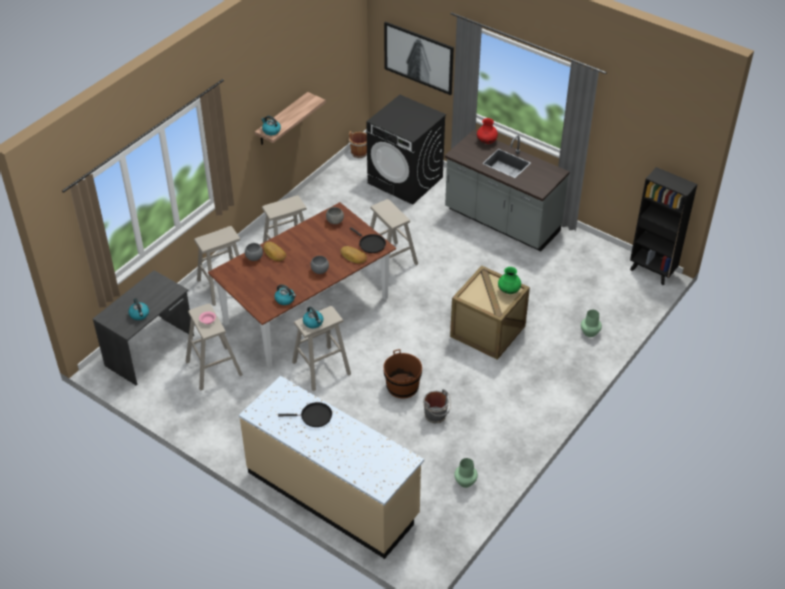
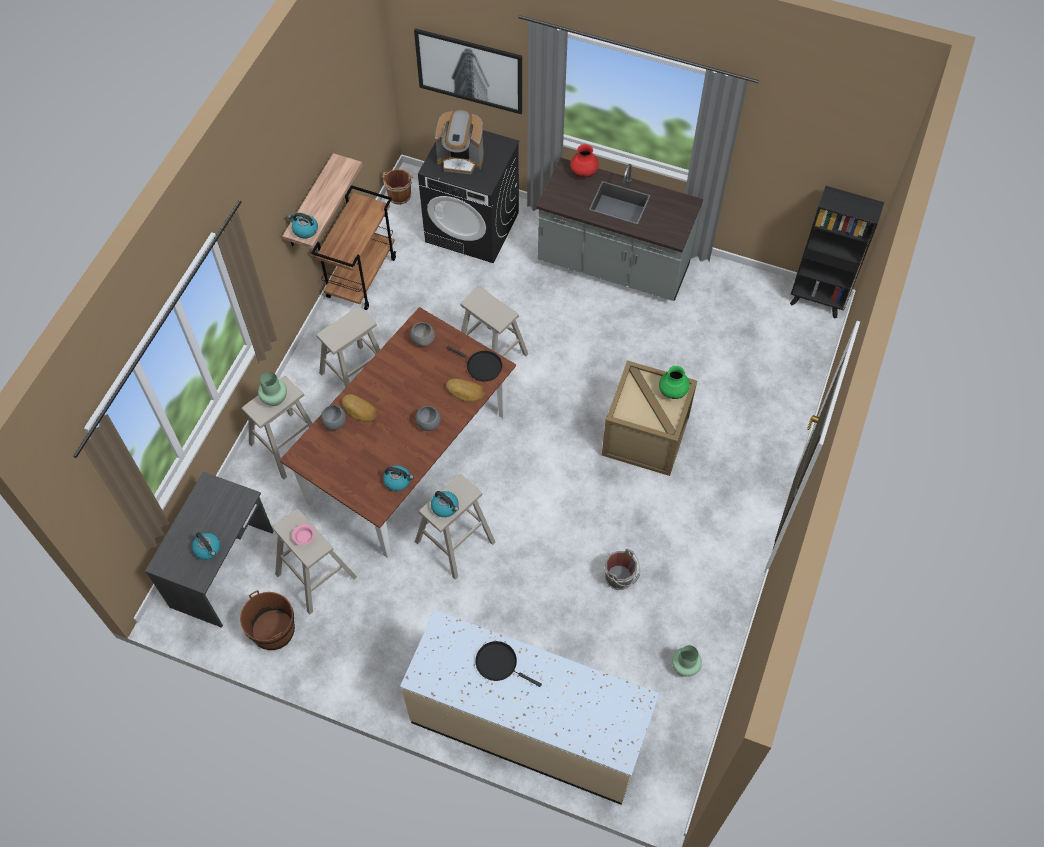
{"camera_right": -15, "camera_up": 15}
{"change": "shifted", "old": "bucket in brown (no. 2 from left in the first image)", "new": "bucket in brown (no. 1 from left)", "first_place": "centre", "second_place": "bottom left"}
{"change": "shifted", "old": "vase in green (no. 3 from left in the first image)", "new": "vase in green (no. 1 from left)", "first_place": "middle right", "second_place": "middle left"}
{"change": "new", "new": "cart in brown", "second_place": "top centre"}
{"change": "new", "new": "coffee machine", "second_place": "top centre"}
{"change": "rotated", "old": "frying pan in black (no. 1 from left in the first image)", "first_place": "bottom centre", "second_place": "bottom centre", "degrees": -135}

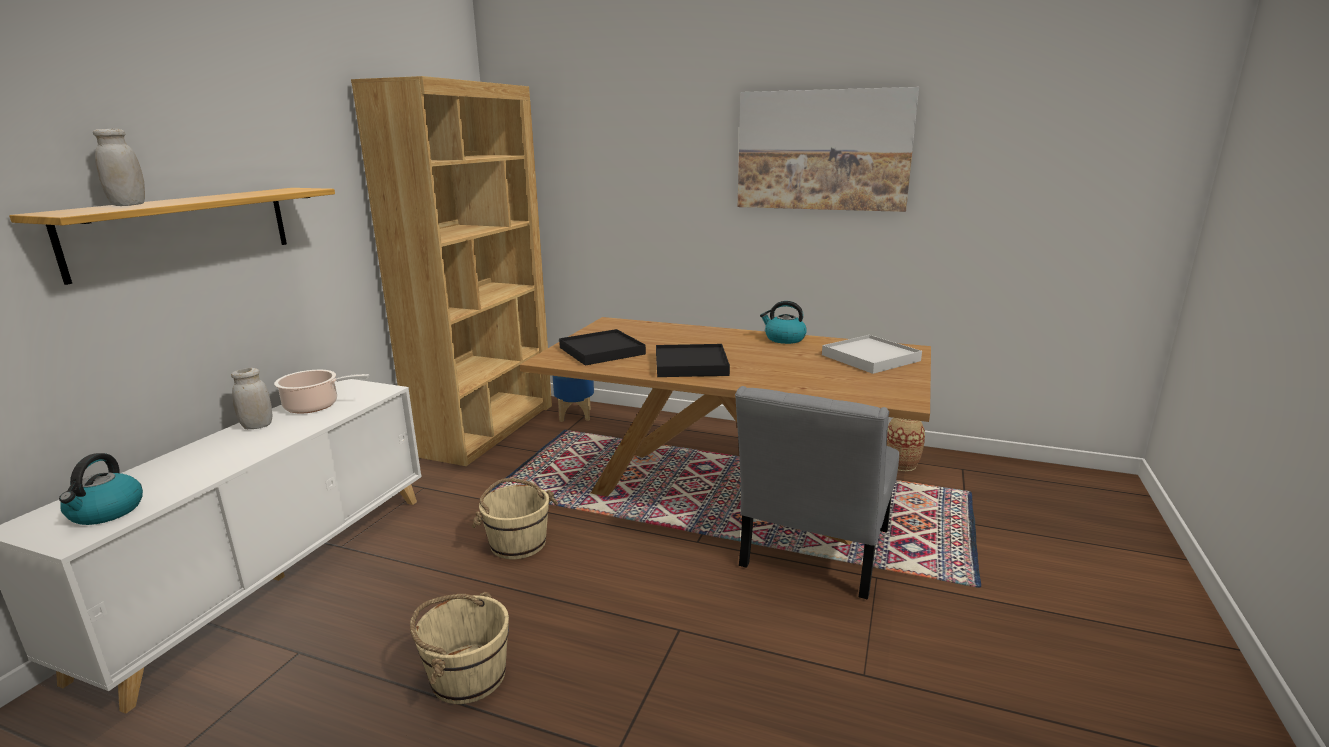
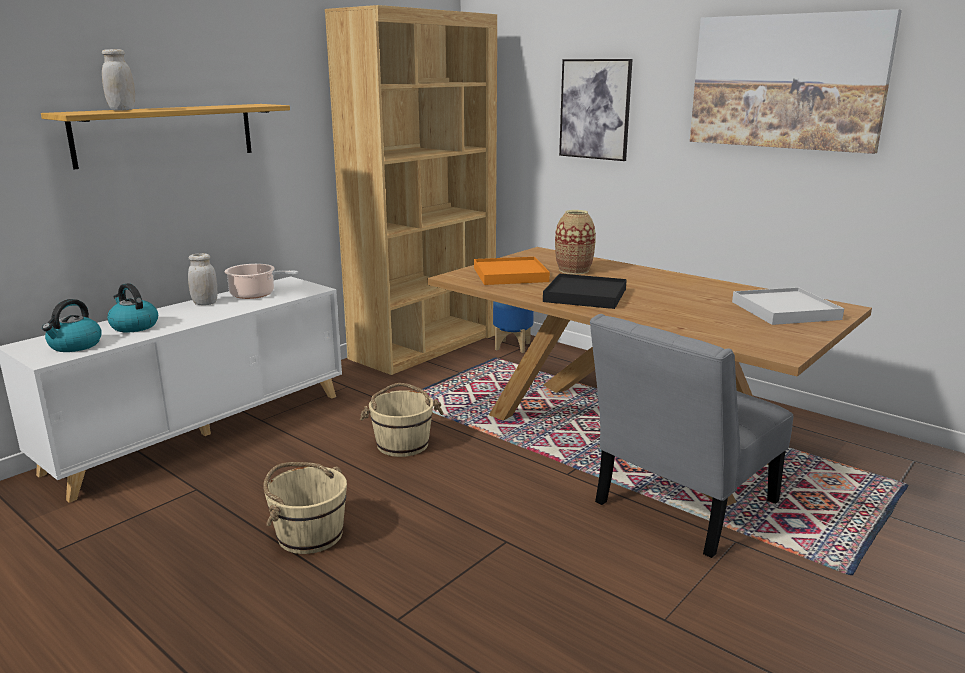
{"camera_right": 20, "camera_up": 0}
{"change": "shifted", "old": "kettle (no. 2 from left)", "first_place": "centre", "second_place": "middle left"}
{"change": "repainted", "old": "tray in black (no. 1 from left)", "new": "tray in orange", "first_place": "centre", "second_place": "centre"}
{"change": "shifted", "old": "vase", "first_place": "middle right", "second_place": "centre"}
{"change": "new", "new": "picture (no. 1 from left)", "second_place": "top centre"}

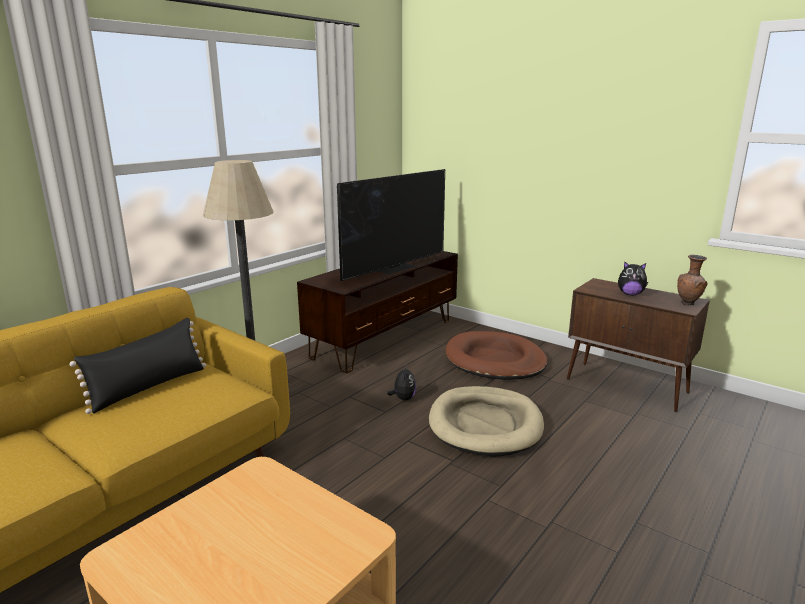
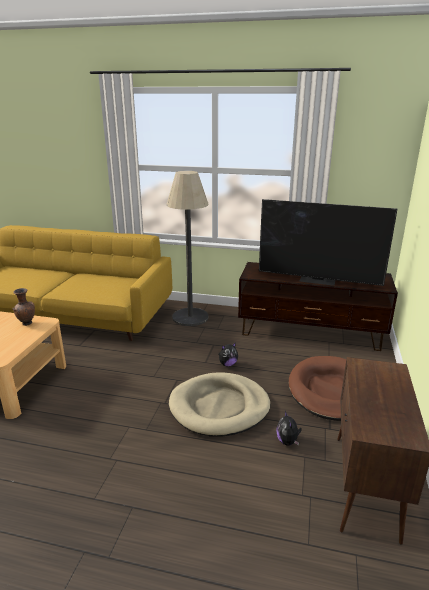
{"camera_right": 65, "camera_up": 5}
{"change": "shifted", "old": "vase in brown", "first_place": "middle right", "second_place": "middle left"}
{"change": "shifted", "old": "plush toy (no. 2 from left)", "first_place": "middle right", "second_place": "bottom right"}
{"change": "gone", "old": "pillow in black", "first_place": "middle left"}

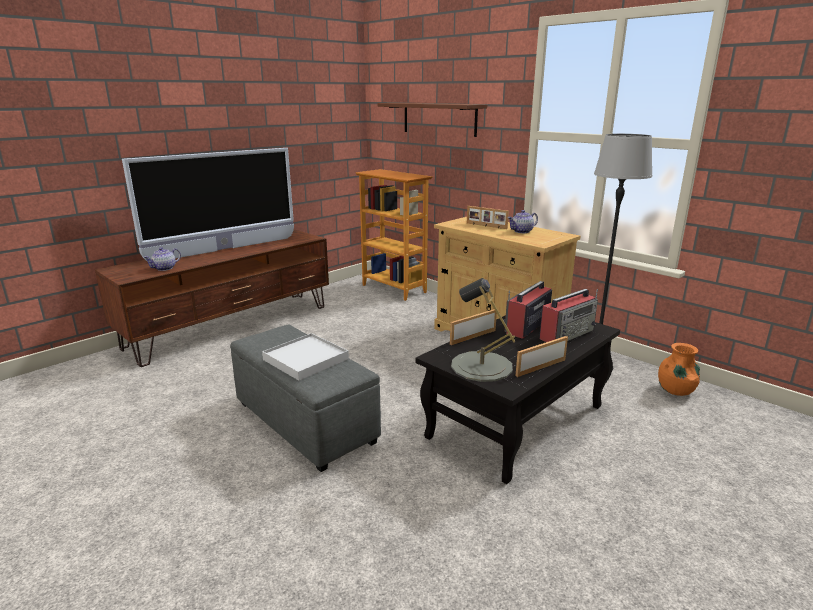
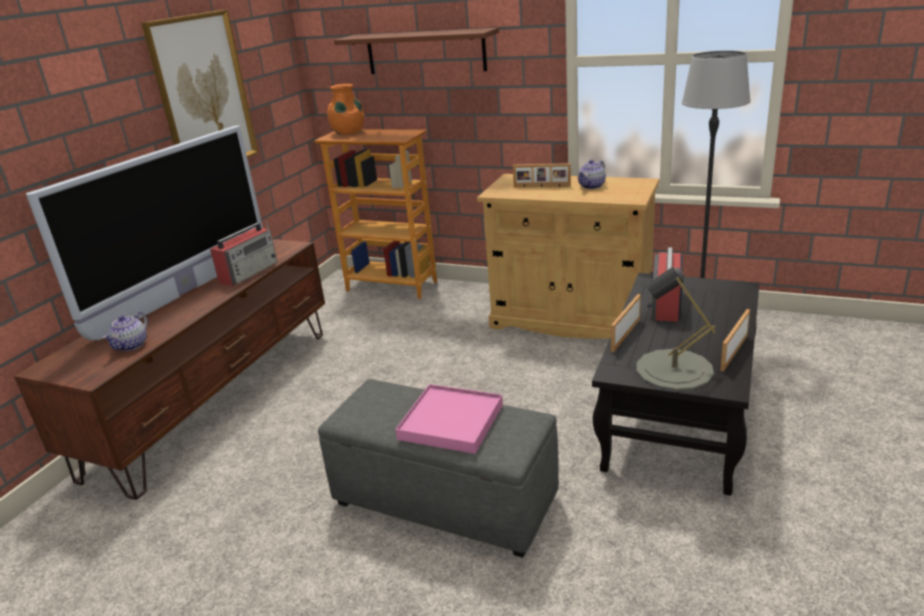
{"camera_right": -20, "camera_up": 5}
{"change": "new", "new": "picture", "second_place": "top left"}
{"change": "shifted", "old": "radio (no. 2 from left in the first image)", "new": "radio (no. 1 from left)", "first_place": "middle right", "second_place": "middle left"}
{"change": "shifted", "old": "vase in orange", "first_place": "middle right", "second_place": "top centre"}
{"change": "repainted", "old": "tray in white", "new": "tray in pink", "first_place": "centre", "second_place": "bottom centre"}

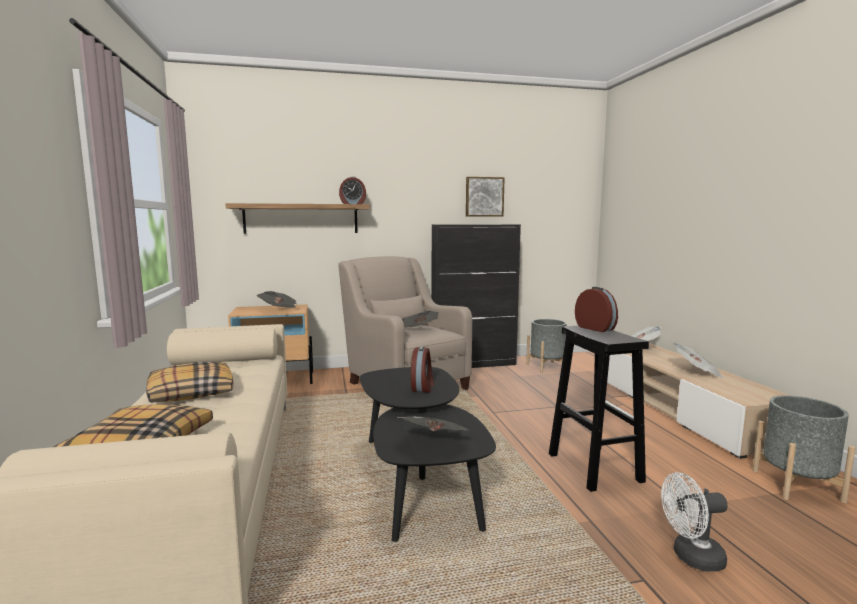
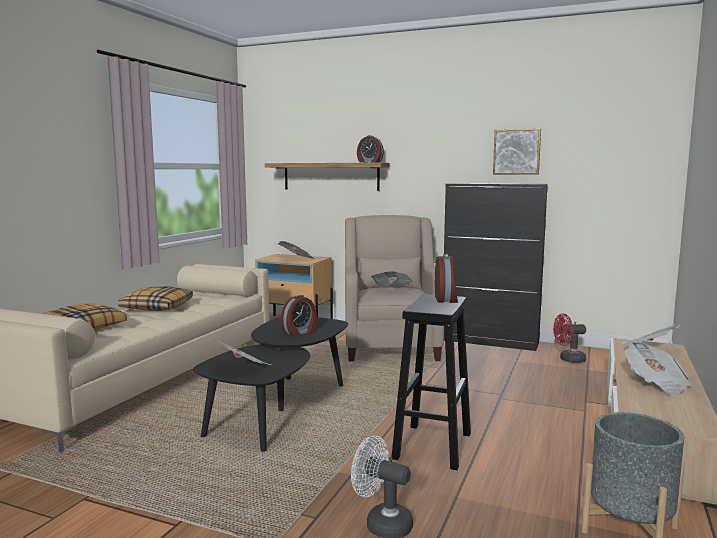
{"camera_right": 35, "camera_up": 0}
{"change": "swapped", "old": "planter in grey (no. 1 from left)", "new": "fan in red", "first_place": "centre", "second_place": "middle right"}

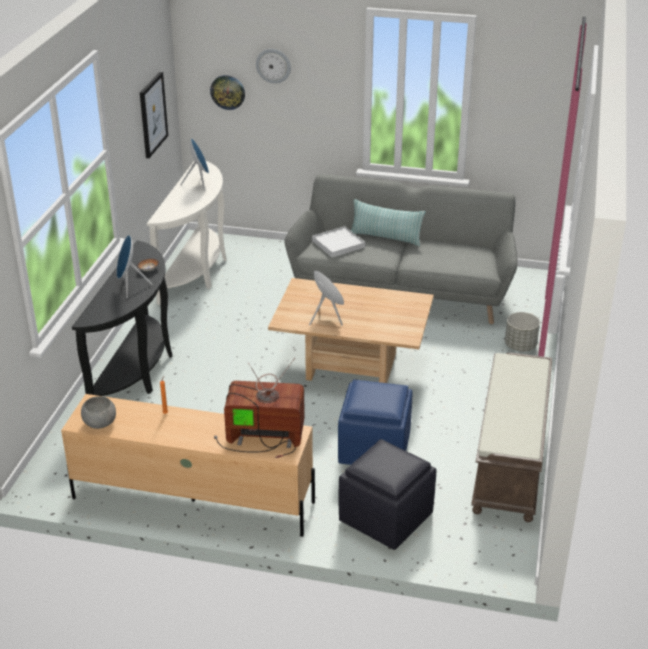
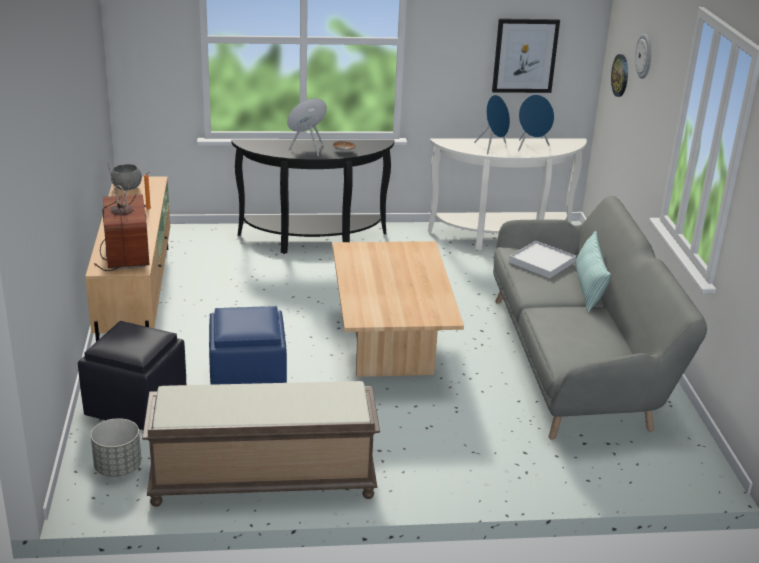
{"camera_right": 70, "camera_up": -5}
{"change": "shifted", "old": "planter in grey", "first_place": "middle right", "second_place": "bottom left"}
{"change": "shifted", "old": "speaker in blue (no. 3 from left in the first image)", "new": "speaker in blue (no. 2 from left)", "first_place": "centre", "second_place": "top centre"}

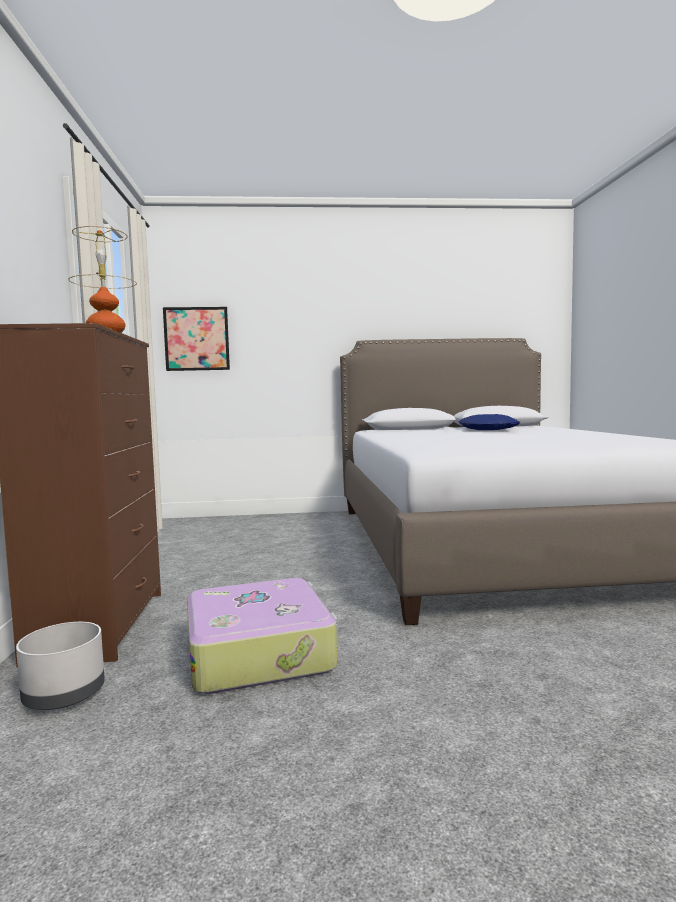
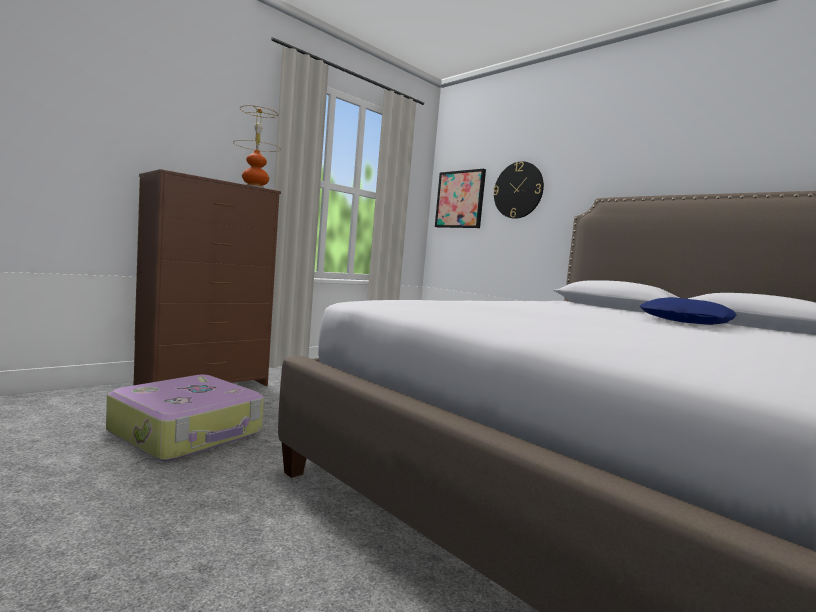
{"camera_right": 50, "camera_up": 0}
{"change": "new", "new": "wall clock", "second_place": "top centre"}
{"change": "gone", "old": "planter in grey", "first_place": "bottom left"}

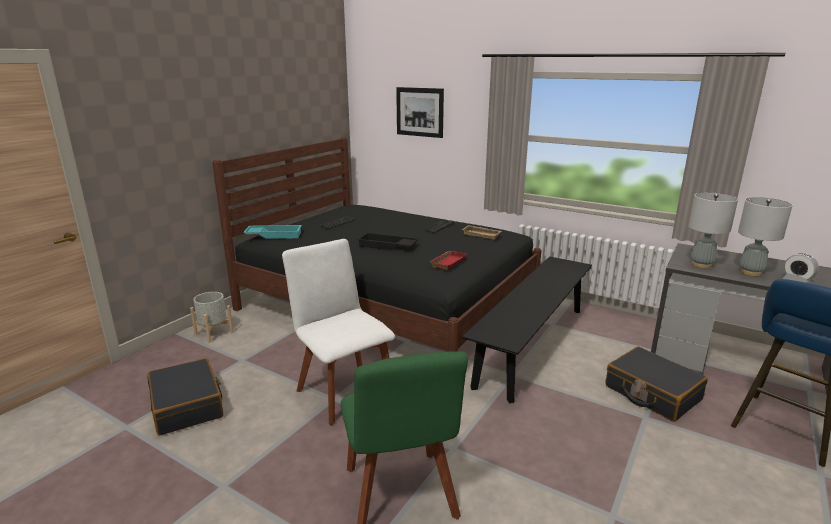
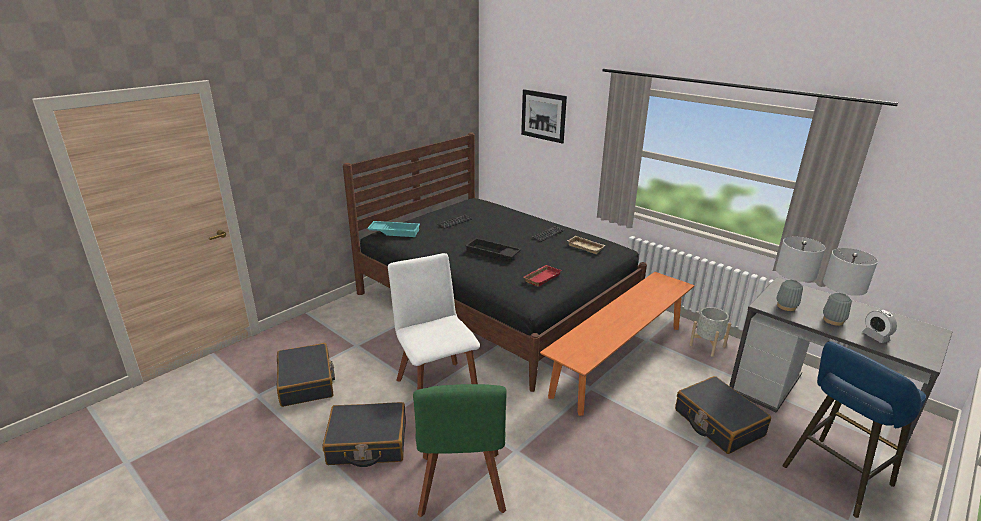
{"camera_right": 10, "camera_up": 5}
{"change": "new", "new": "suitcase in black (no. 2 from left)", "second_place": "bottom centre"}
{"change": "repainted", "old": "bench in black", "new": "bench in orange", "first_place": "centre", "second_place": "centre"}
{"change": "shifted", "old": "planter in grey", "first_place": "middle left", "second_place": "middle right"}

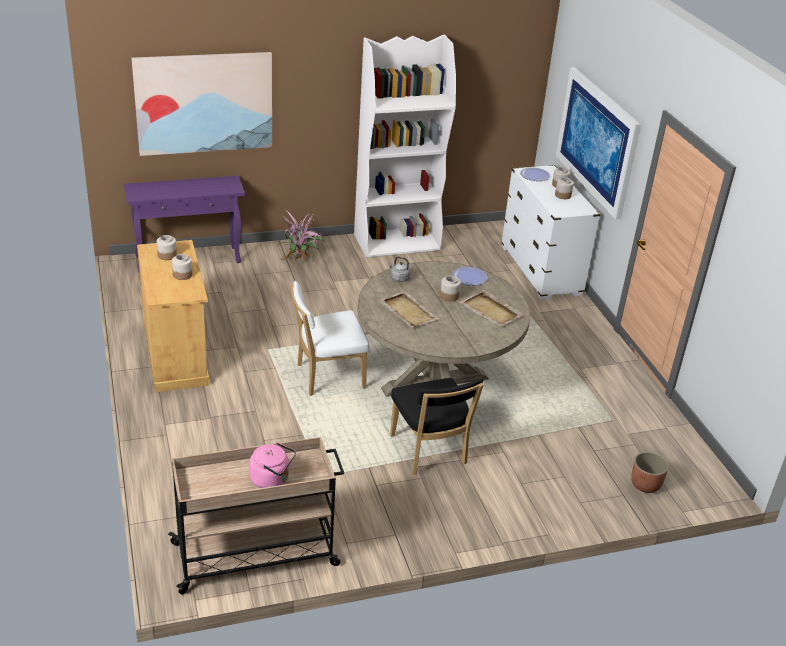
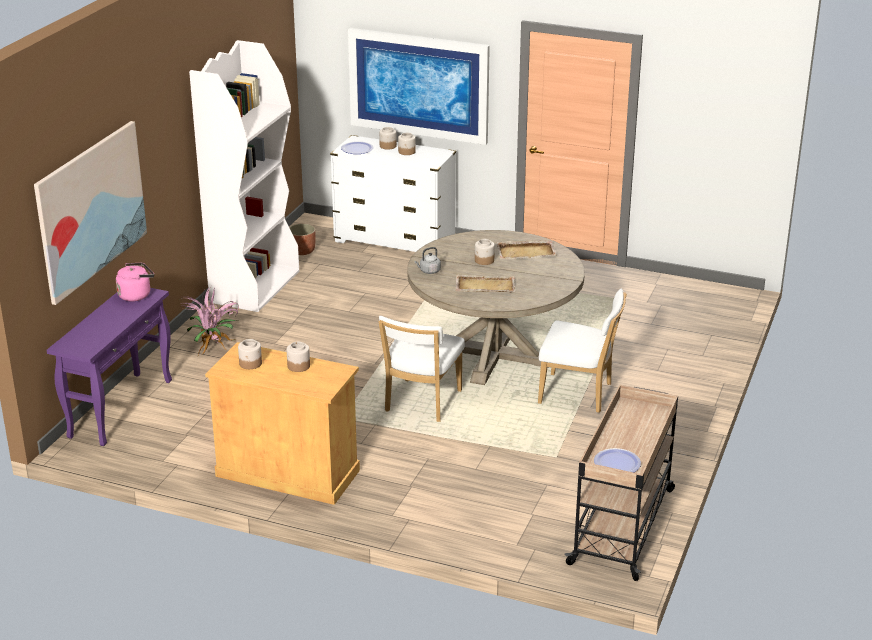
{"camera_right": -50, "camera_up": -5}
{"change": "shifted", "old": "kettle in pink", "first_place": "bottom centre", "second_place": "middle left"}
{"change": "shifted", "old": "planter", "first_place": "bottom right", "second_place": "centre"}
{"change": "repainted", "old": "chair in black", "new": "chair in white (no. 2 from left)", "first_place": "centre", "second_place": "middle right"}
{"change": "shifted", "old": "plate (no. 1 from left in the first image)", "new": "plate (no. 2 from left)", "first_place": "centre", "second_place": "bottom right"}

